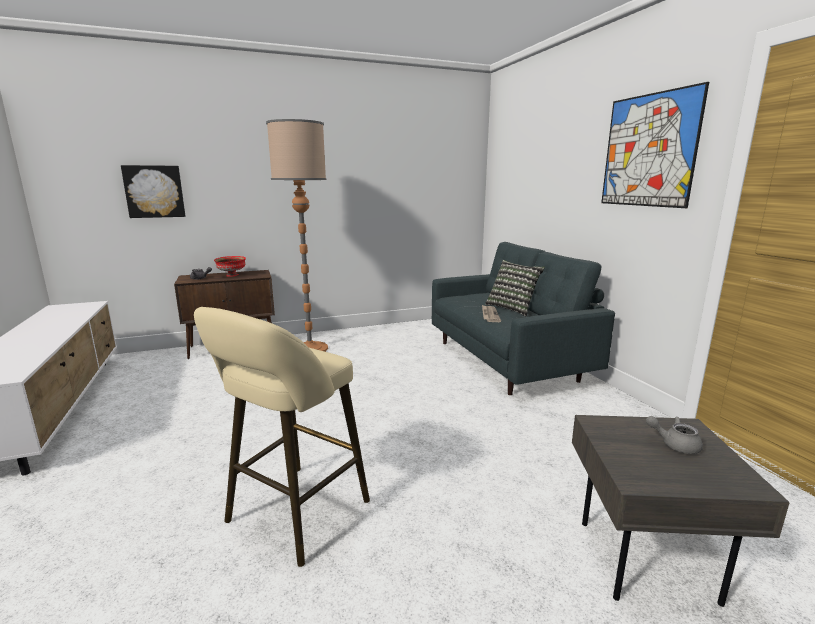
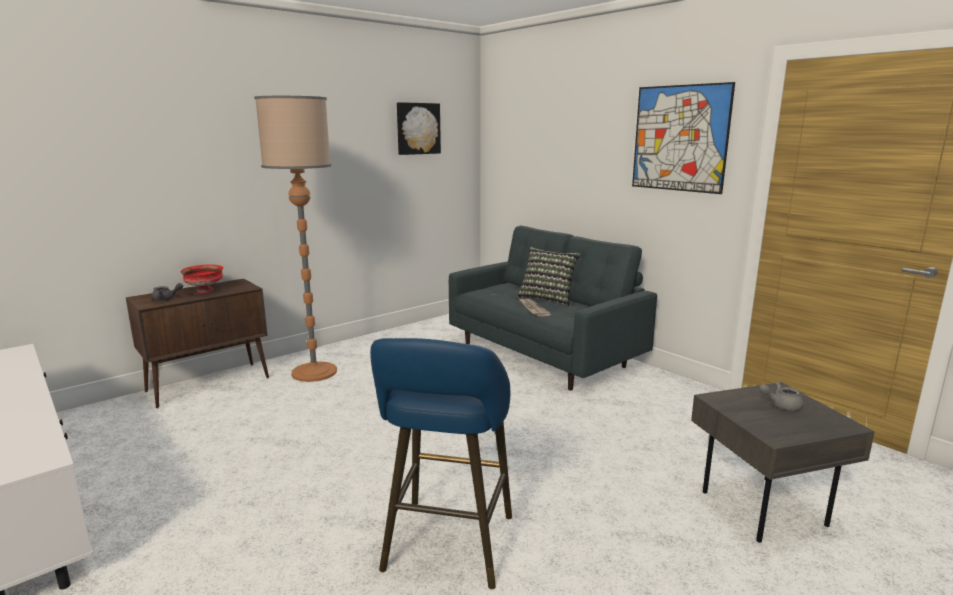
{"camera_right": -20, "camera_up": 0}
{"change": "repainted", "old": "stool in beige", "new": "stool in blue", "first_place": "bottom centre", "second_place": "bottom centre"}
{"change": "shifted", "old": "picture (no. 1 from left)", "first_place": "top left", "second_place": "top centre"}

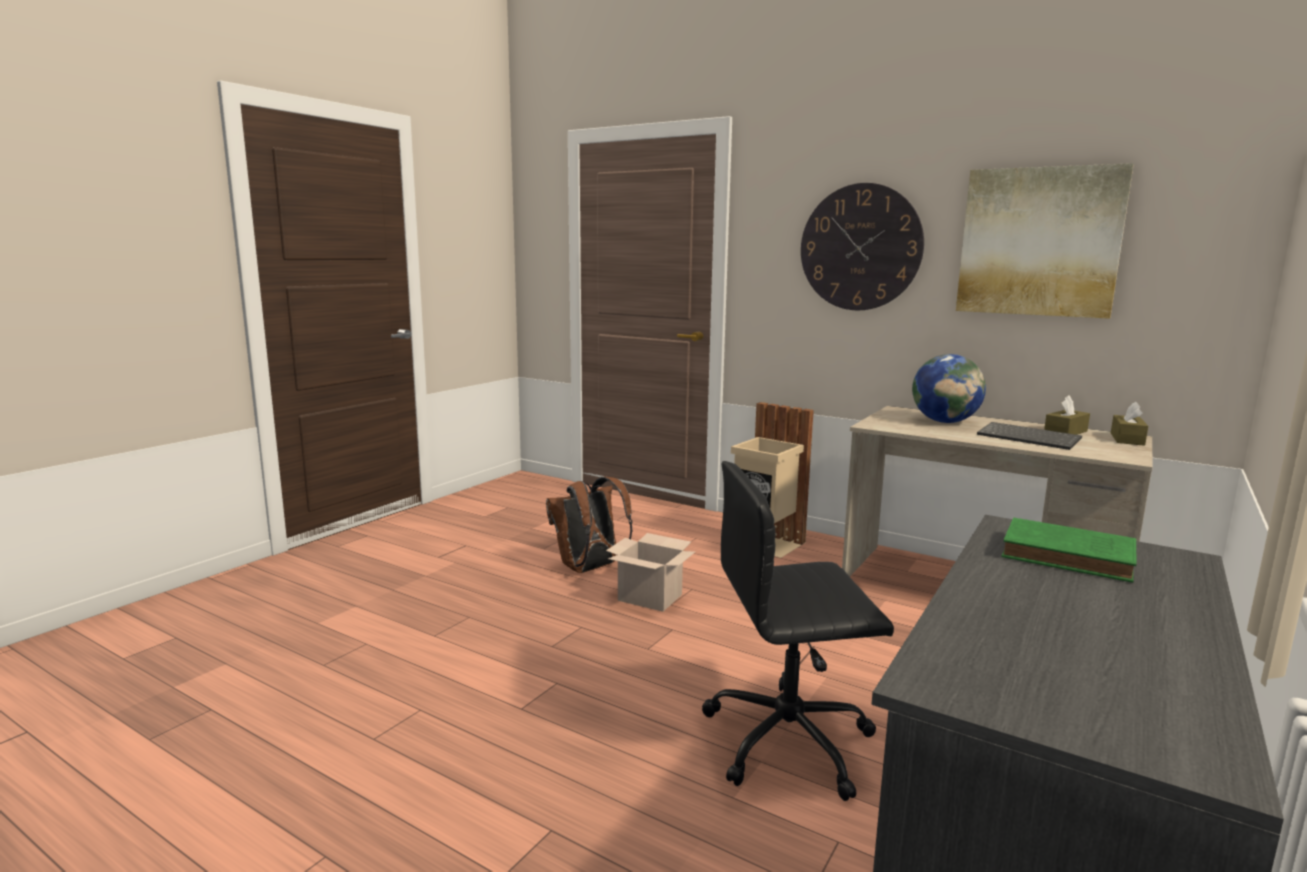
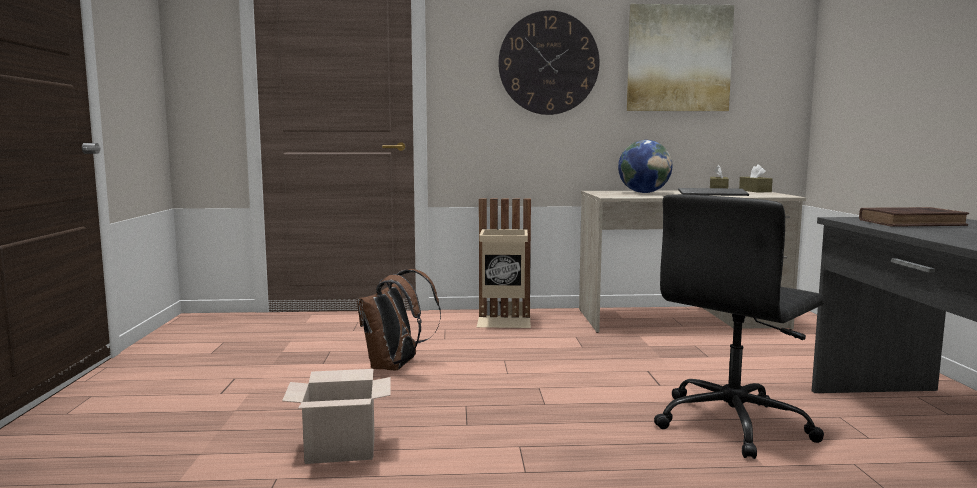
{"camera_right": -35, "camera_up": -5}
{"change": "shifted", "old": "cardboard box", "first_place": "centre", "second_place": "bottom centre"}
{"change": "repainted", "old": "book in green", "new": "book in brown", "first_place": "middle right", "second_place": "middle right"}

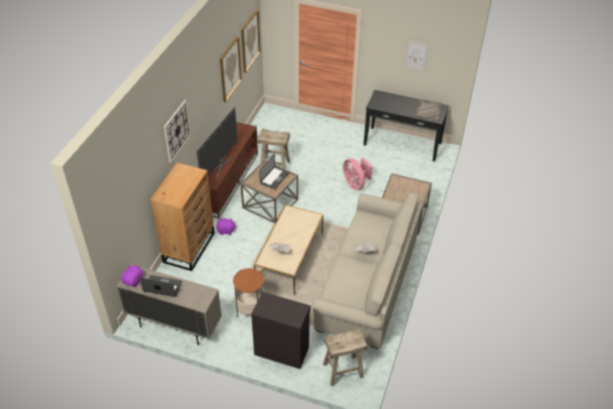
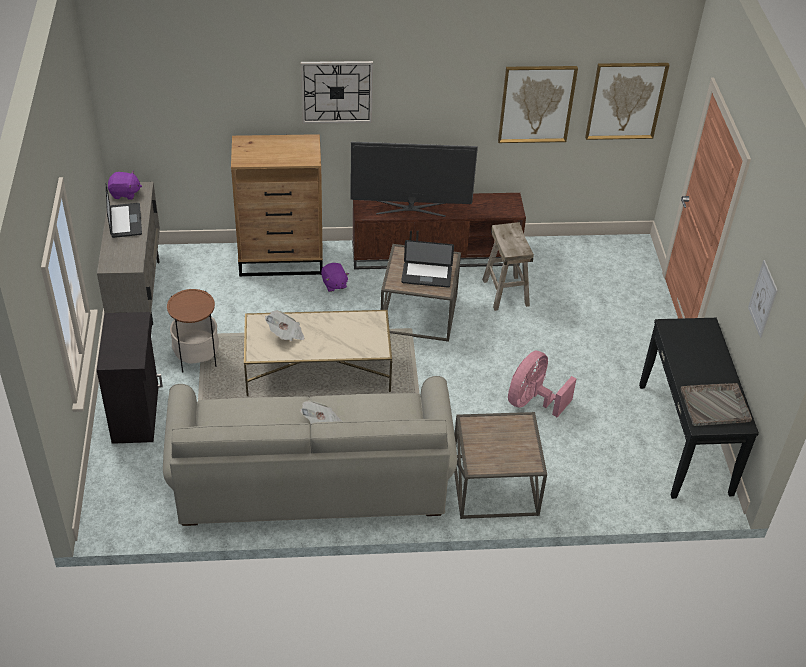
{"camera_right": 65, "camera_up": 0}
{"change": "gone", "old": "stool in beige (no. 2 from left)", "first_place": "bottom centre"}

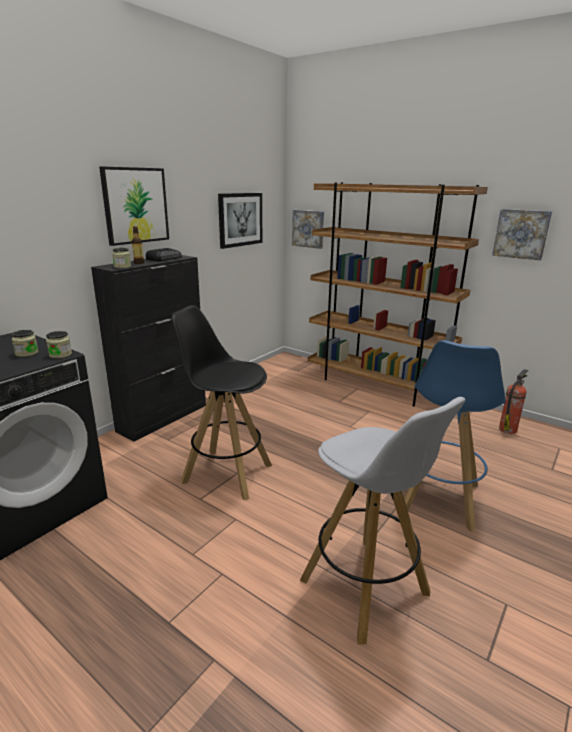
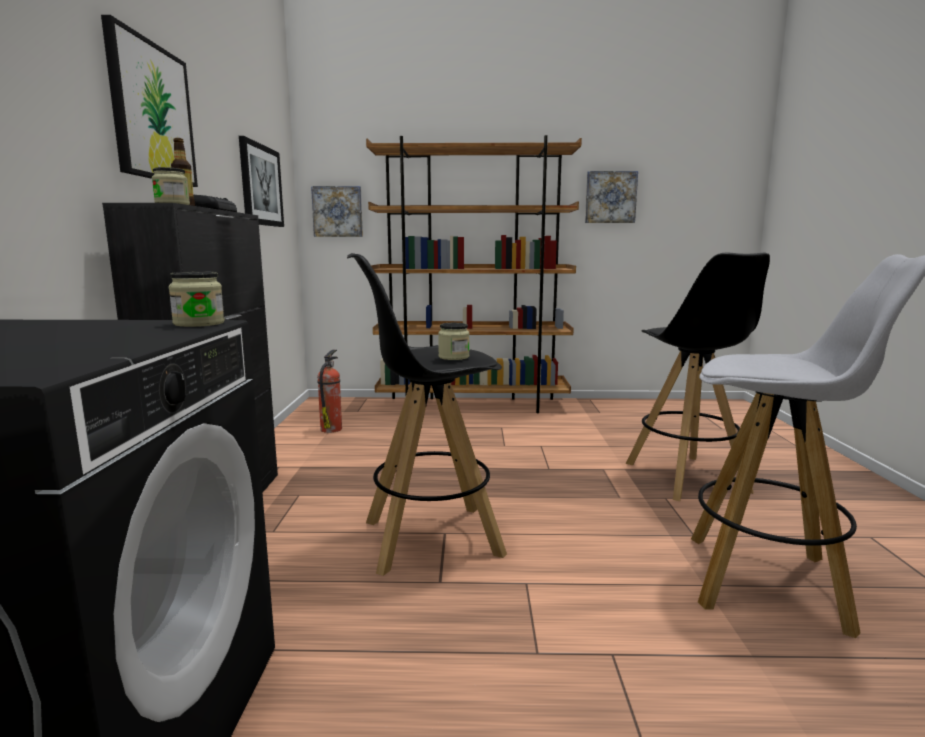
{"camera_right": -35, "camera_up": -10}
{"change": "shifted", "old": "fire extinguisher", "first_place": "middle right", "second_place": "centre"}
{"change": "shifted", "old": "jar (no. 1 from left in the first image)", "new": "jar (no. 3 from left)", "first_place": "middle left", "second_place": "centre"}
{"change": "repainted", "old": "stool in blue", "new": "stool in black (no. 2 from left)", "first_place": "middle right", "second_place": "middle right"}

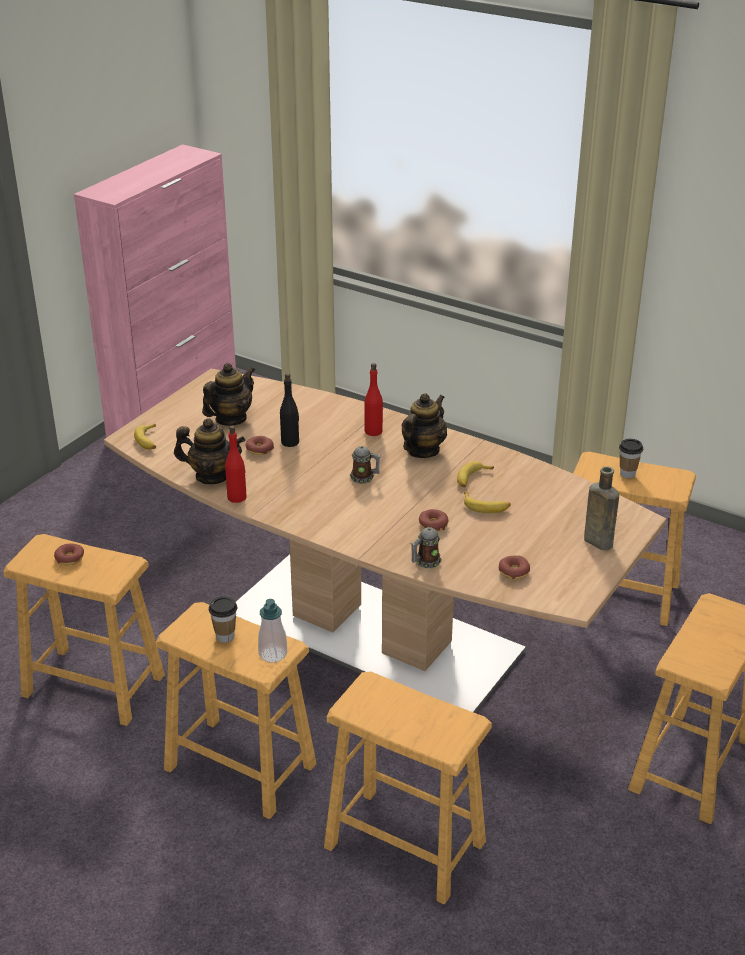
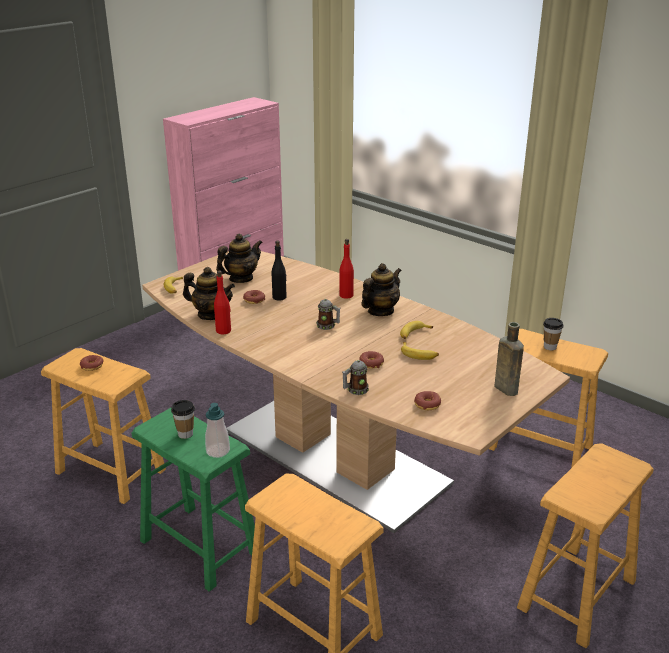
{"camera_right": 10, "camera_up": -5}
{"change": "repainted", "old": "stool in brown (no. 2 from left)", "new": "stool in green", "first_place": "bottom left", "second_place": "bottom left"}

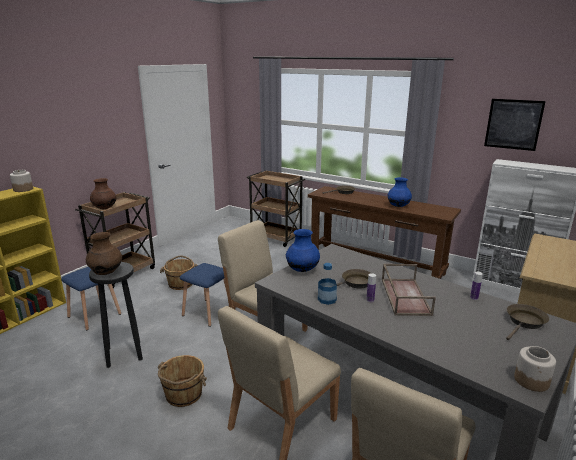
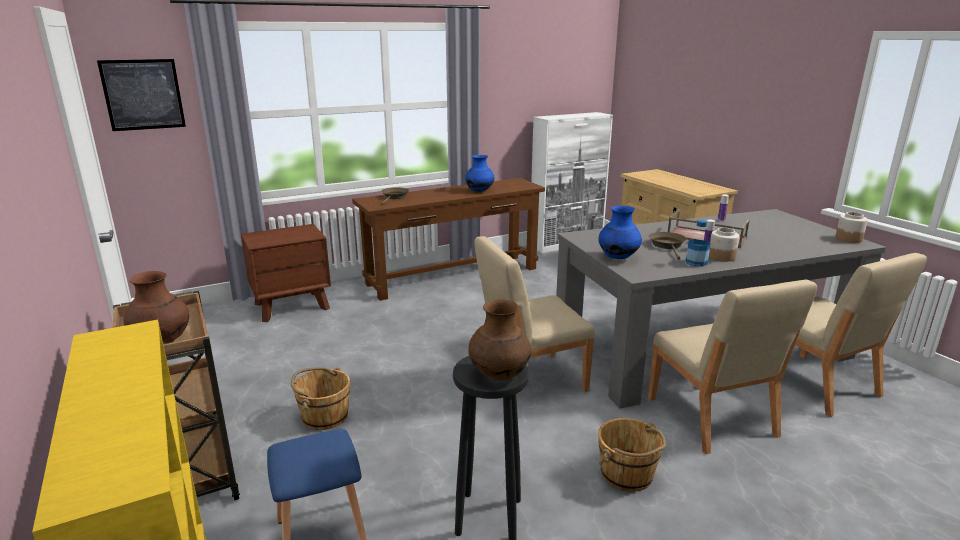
{"camera_right": -60, "camera_up": 0}
{"change": "shifted", "old": "picture", "first_place": "top right", "second_place": "top left"}
{"change": "swapped", "old": "cart in brown (no. 2 from left)", "new": "nightstand in brown", "first_place": "centre", "second_place": "middle left"}
{"change": "shifted", "old": "jar (no. 1 from left)", "first_place": "middle left", "second_place": "middle right"}
{"change": "gone", "old": "stool in blue (no. 2 from left)", "first_place": "centre"}
{"change": "gone", "old": "frying pan in brown (no. 3 from left)", "first_place": "bottom right"}

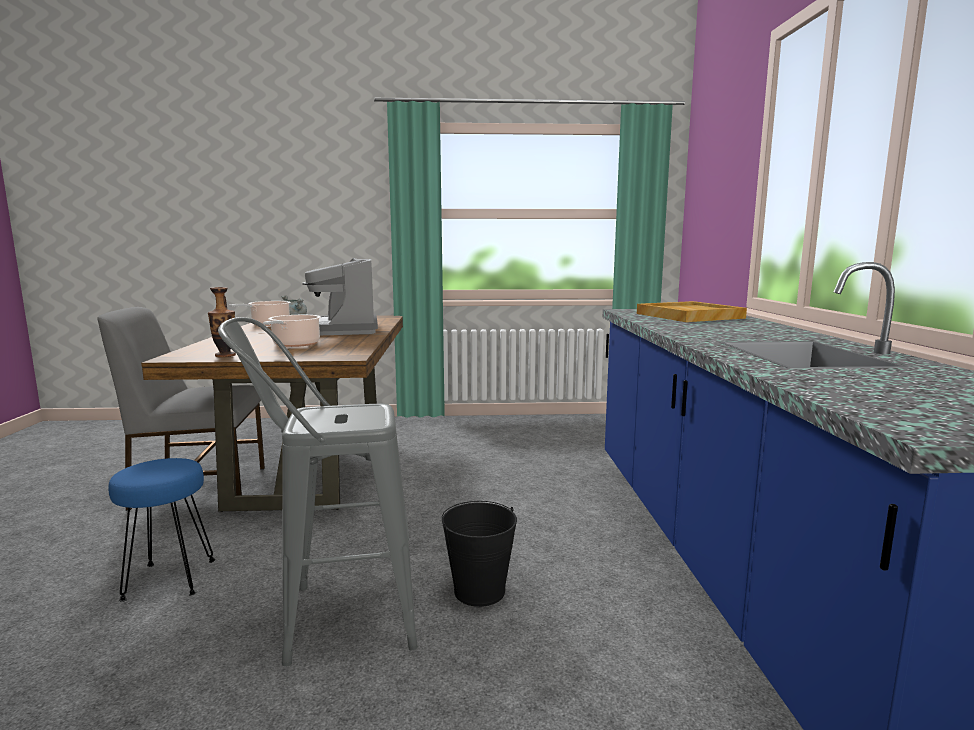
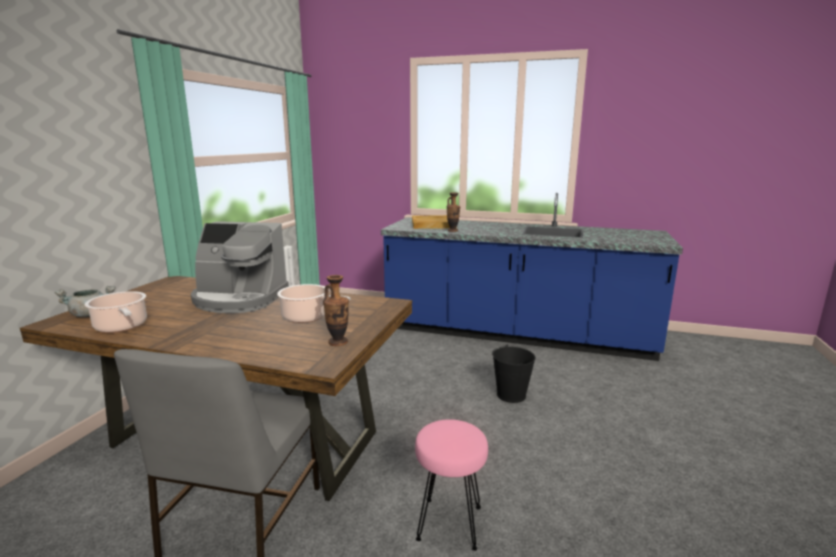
{"camera_right": -70, "camera_up": 5}
{"change": "repainted", "old": "stool in blue", "new": "stool in pink", "first_place": "bottom left", "second_place": "bottom centre"}
{"change": "new", "new": "vase (no. 2 from left)", "second_place": "centre"}
{"change": "gone", "old": "stool in grey", "first_place": "bottom left"}

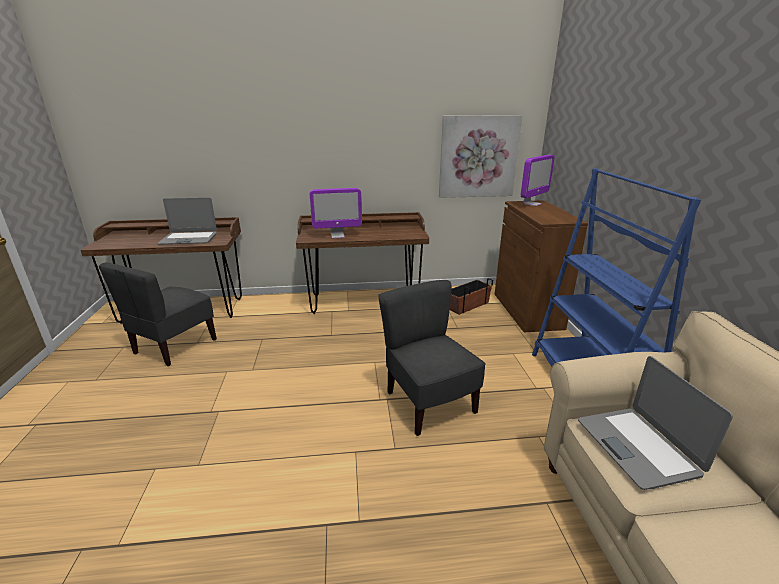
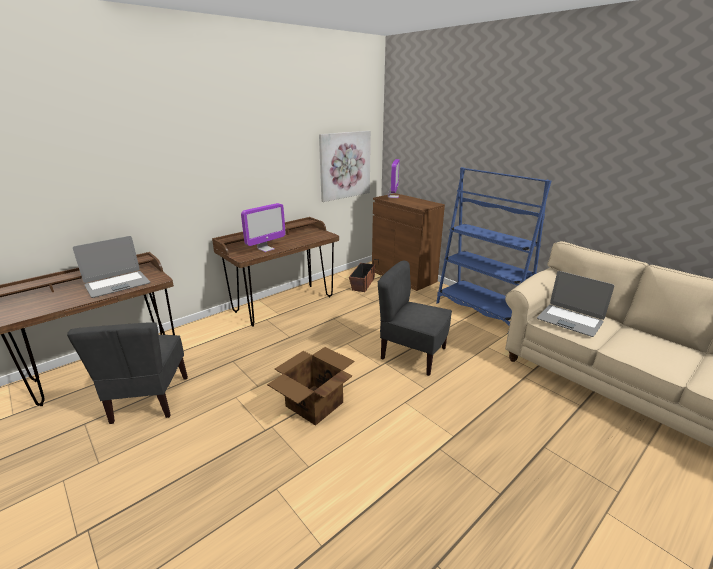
{"camera_right": -35, "camera_up": 0}
{"change": "new", "new": "cardboard box", "second_place": "bottom centre"}

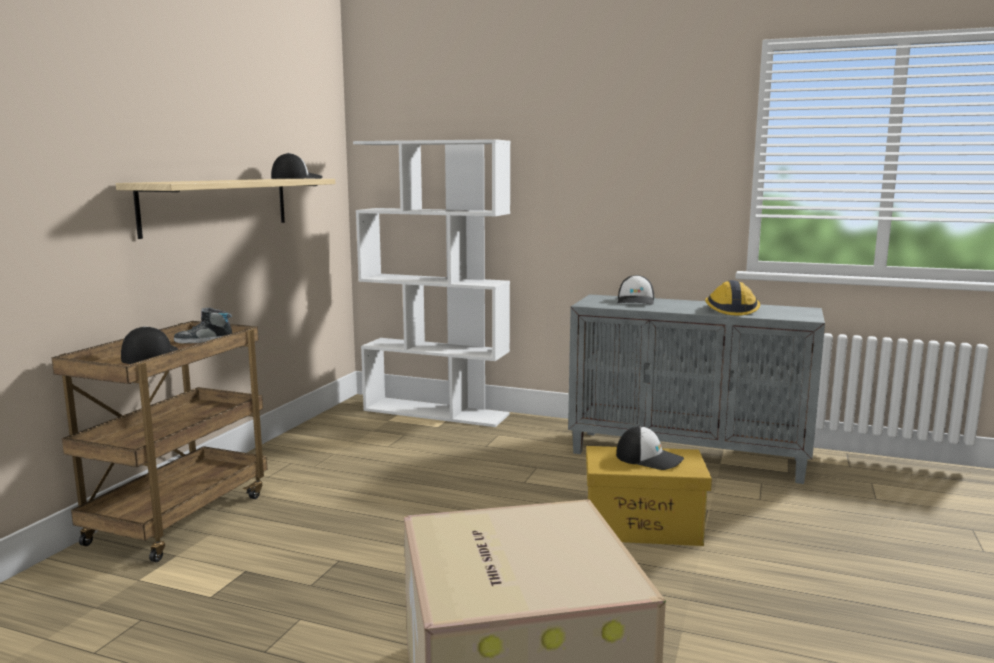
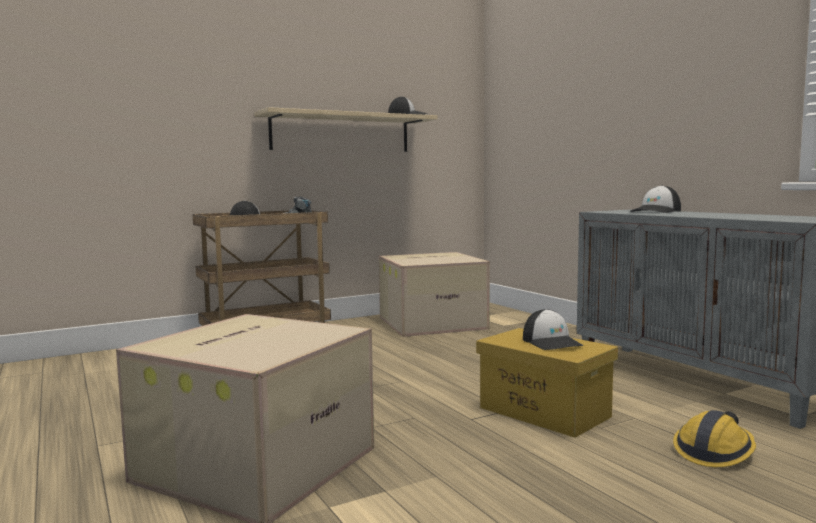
{"camera_right": 40, "camera_up": -5}
{"change": "new", "new": "cardboard box (no. 2 from left)", "second_place": "centre"}
{"change": "shifted", "old": "hard hat", "first_place": "middle right", "second_place": "bottom right"}
{"change": "gone", "old": "bookcase in white", "first_place": "centre"}

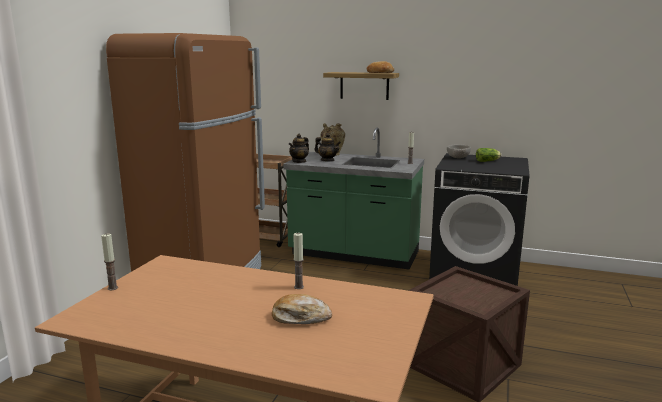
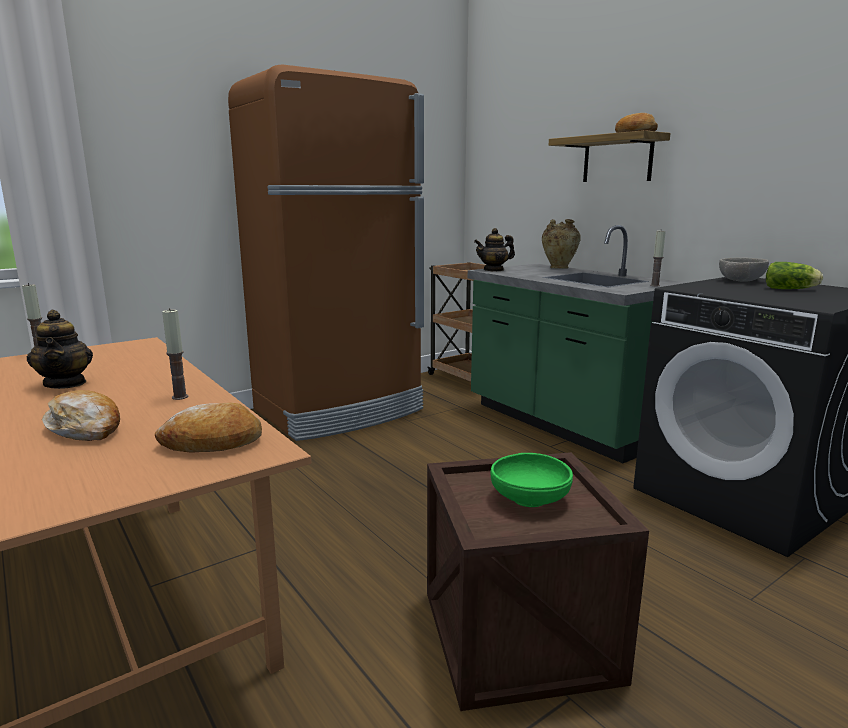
{"camera_right": 35, "camera_up": 0}
{"change": "shifted", "old": "teapot (no. 2 from left in the first image)", "new": "teapot (no. 1 from left)", "first_place": "centre", "second_place": "middle left"}
{"change": "new", "new": "bread (no. 2 from left)", "second_place": "middle left"}
{"change": "new", "new": "bowl in green", "second_place": "centre"}

